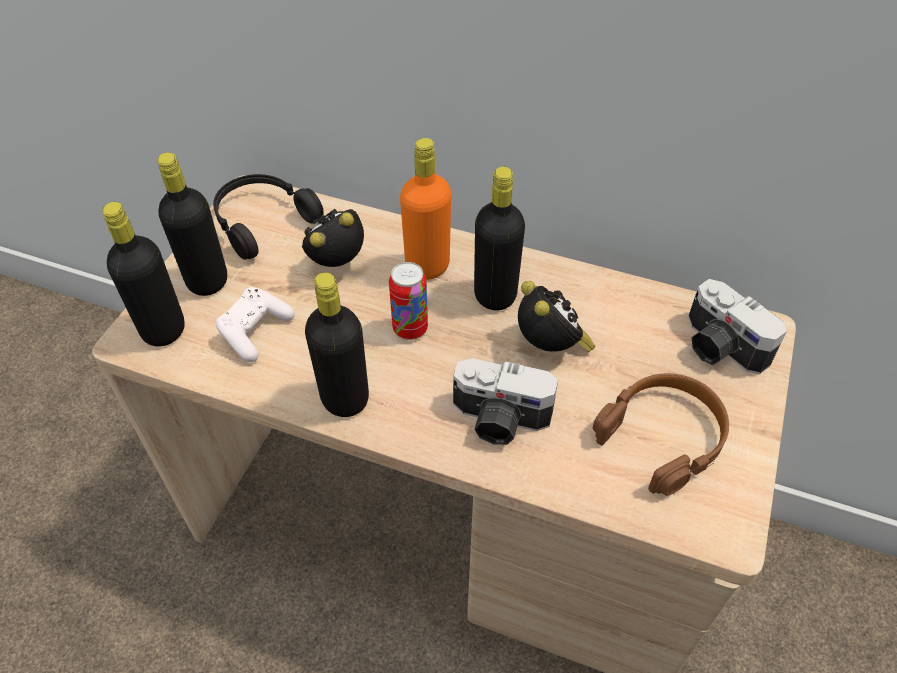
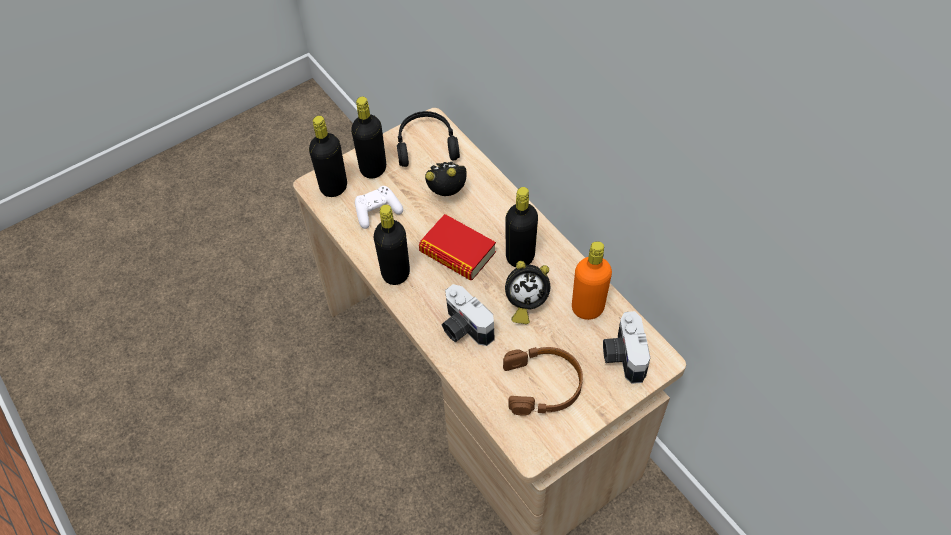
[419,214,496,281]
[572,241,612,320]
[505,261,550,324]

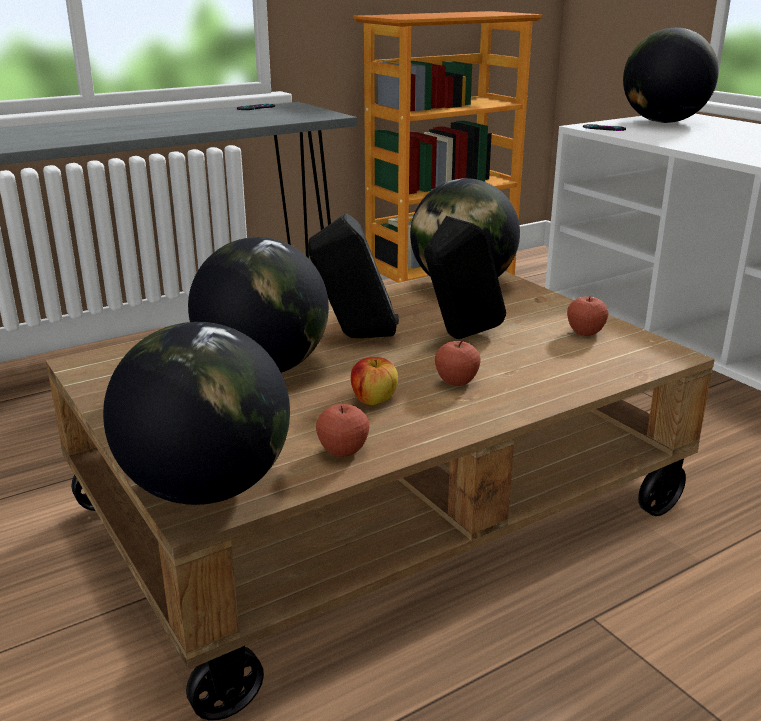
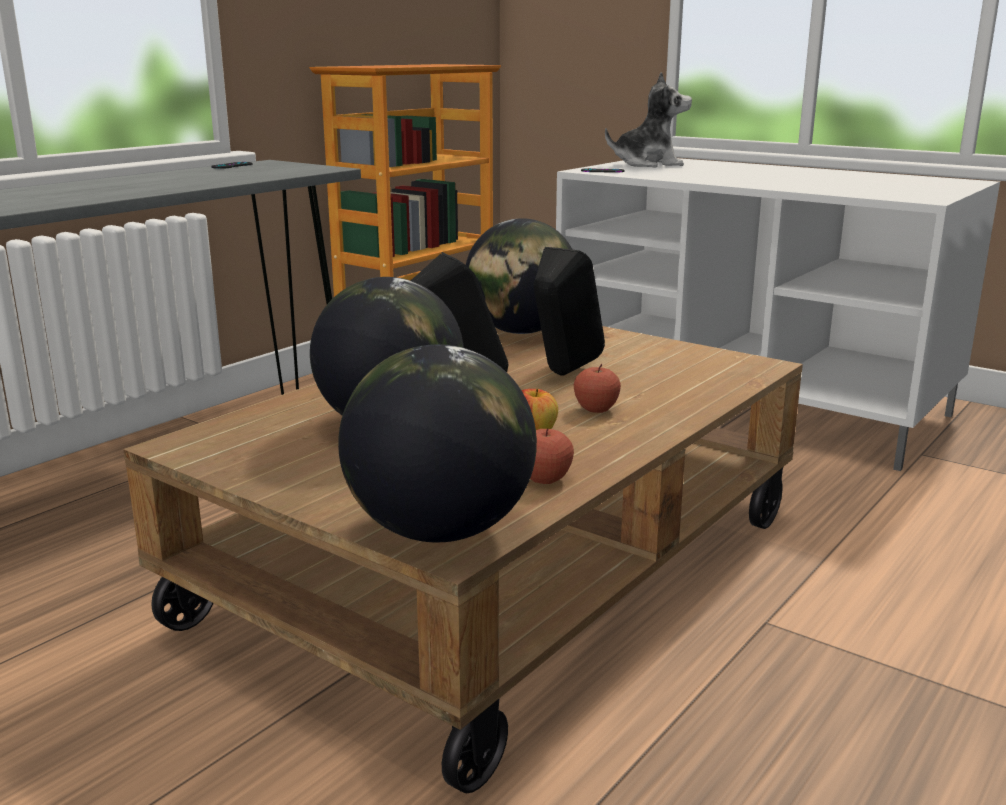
[567,296,608,336] (first image)
[605,72,692,167]

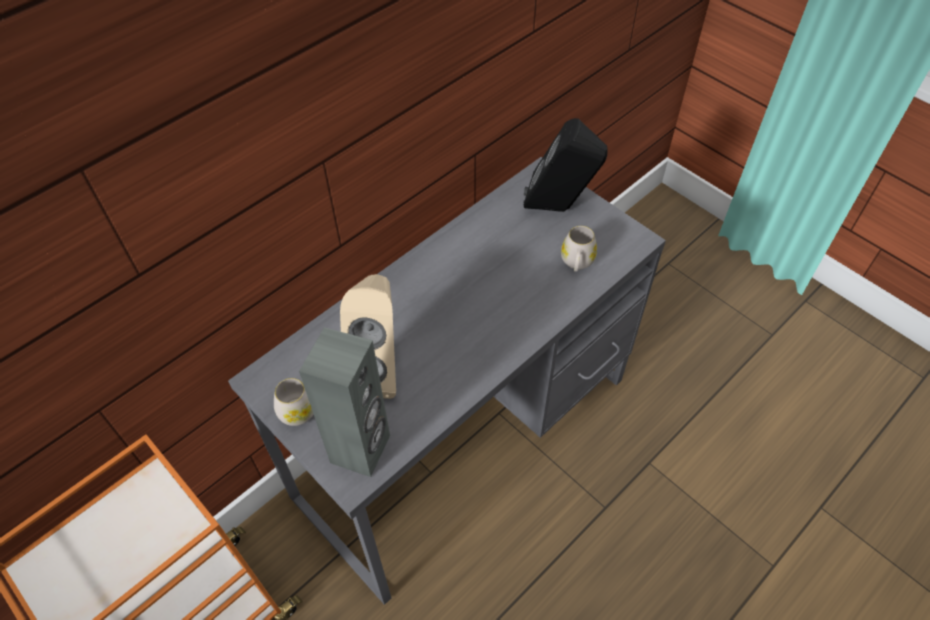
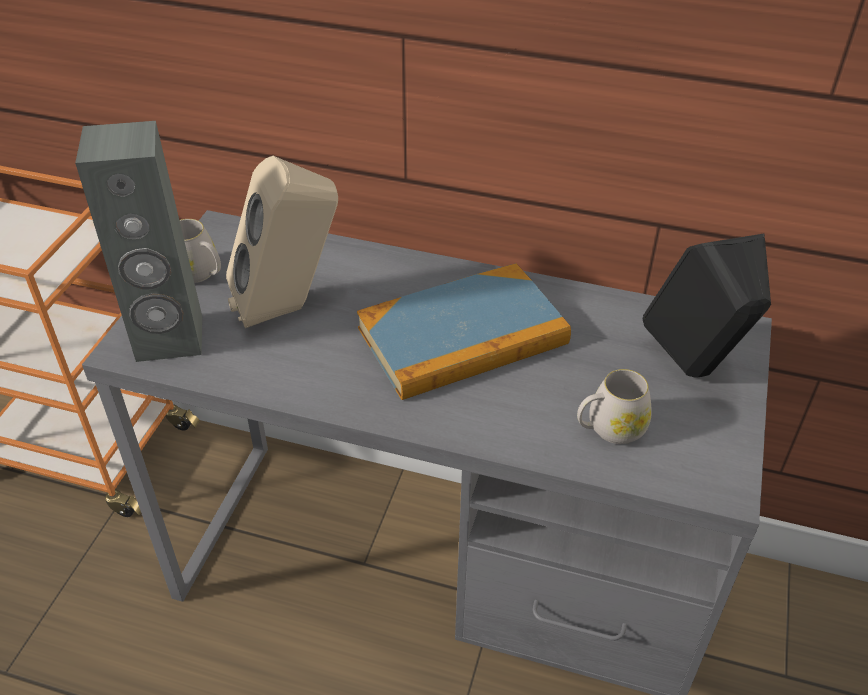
[357,263,571,400]

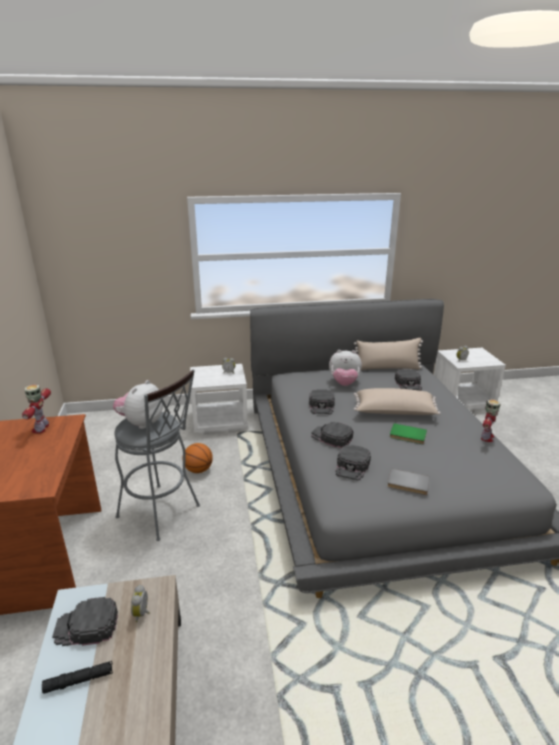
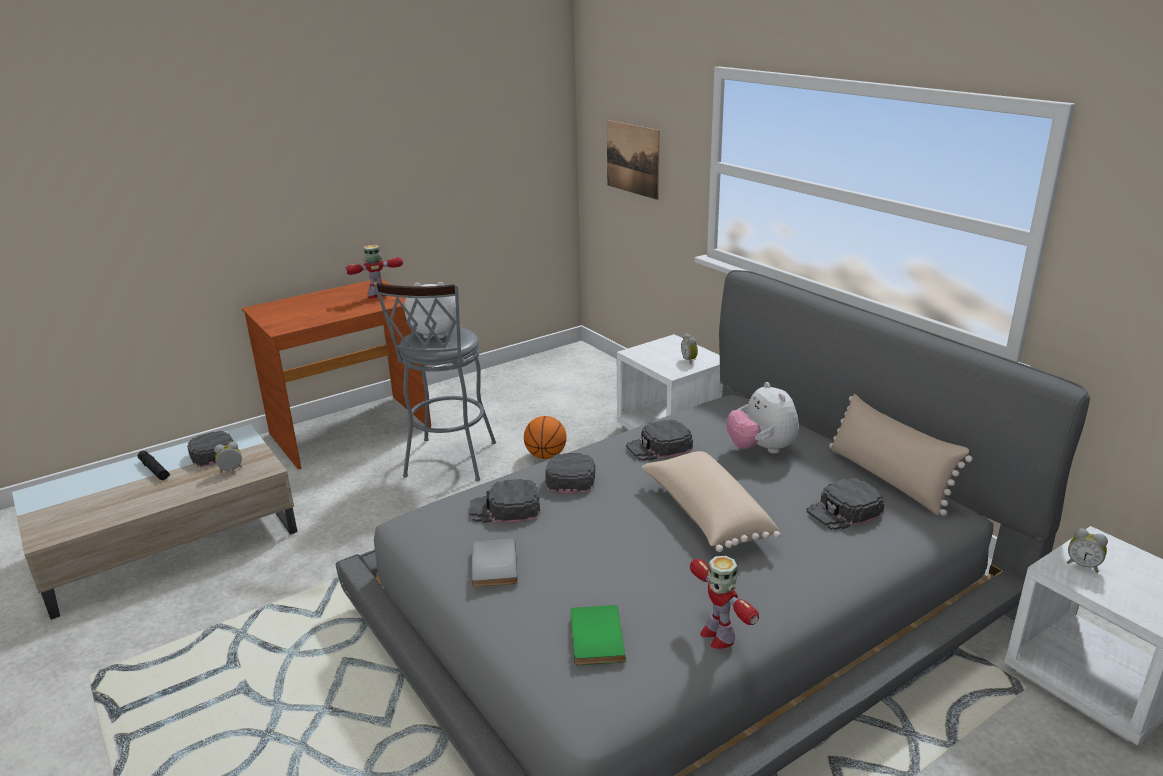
[570,605,626,666]
[690,556,759,649]
[607,120,660,200]

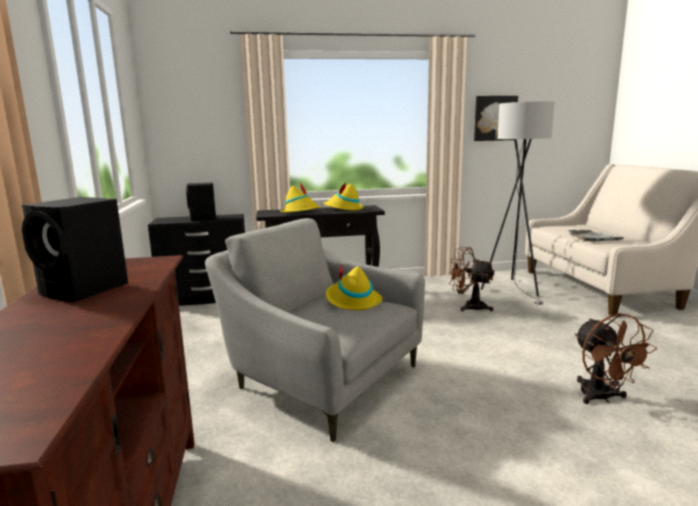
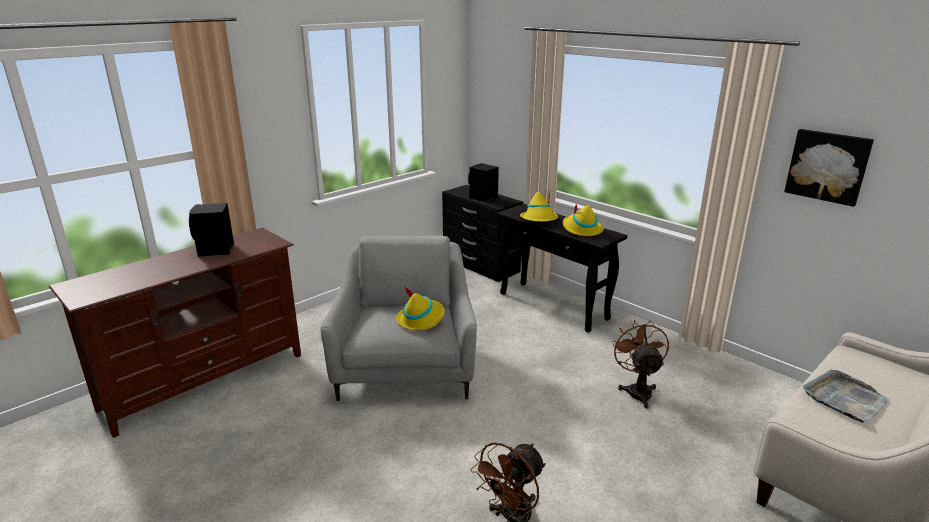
[481,101,554,305] (first image)

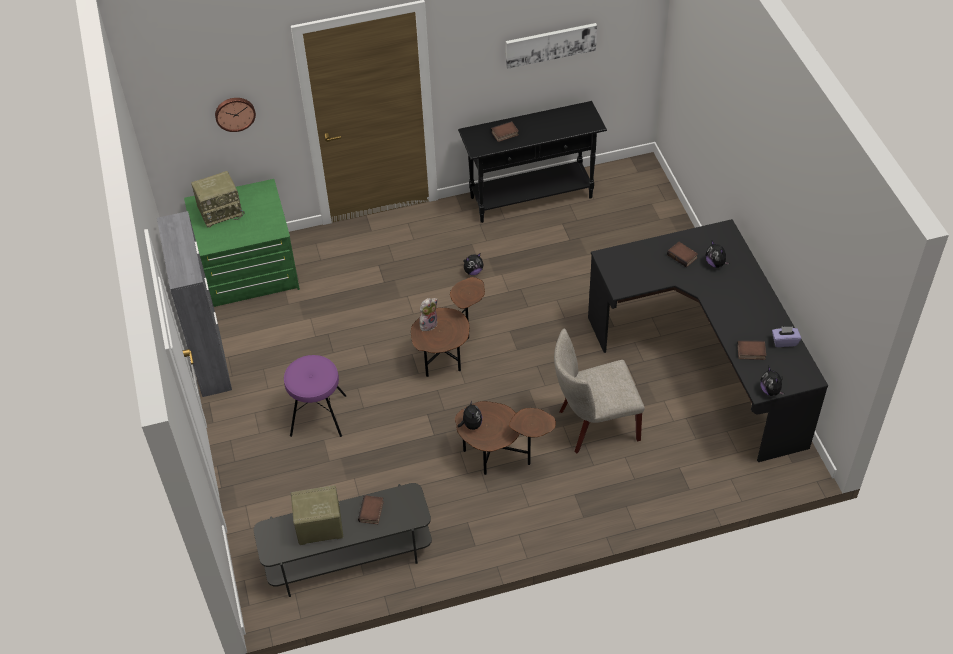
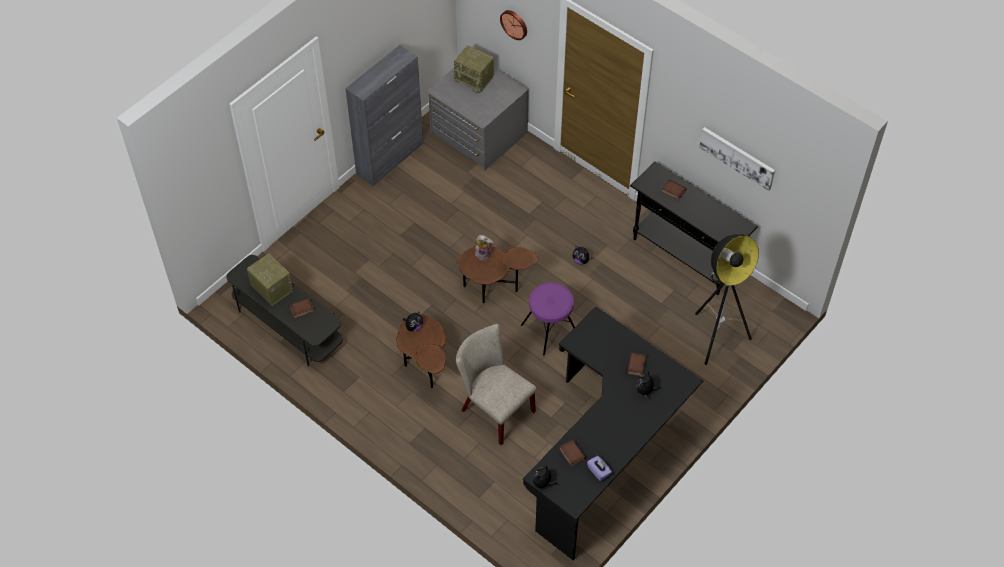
[426,67,529,171]
[521,283,575,355]
[695,234,759,365]

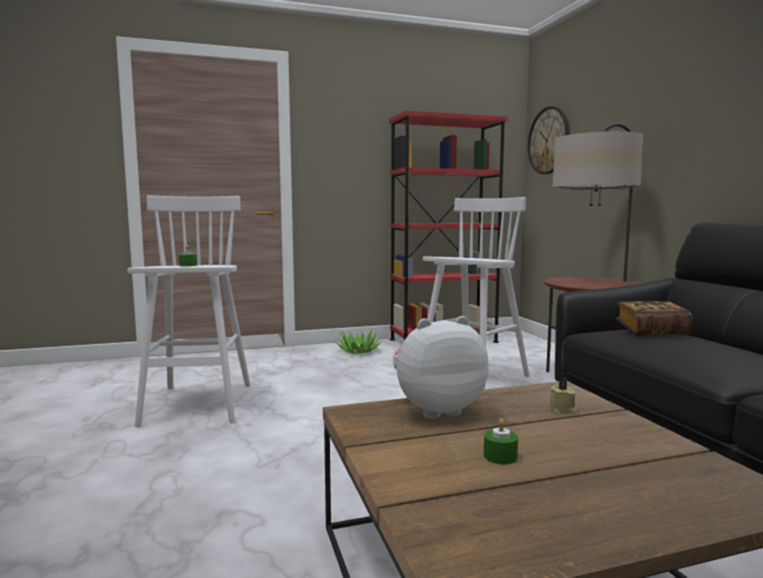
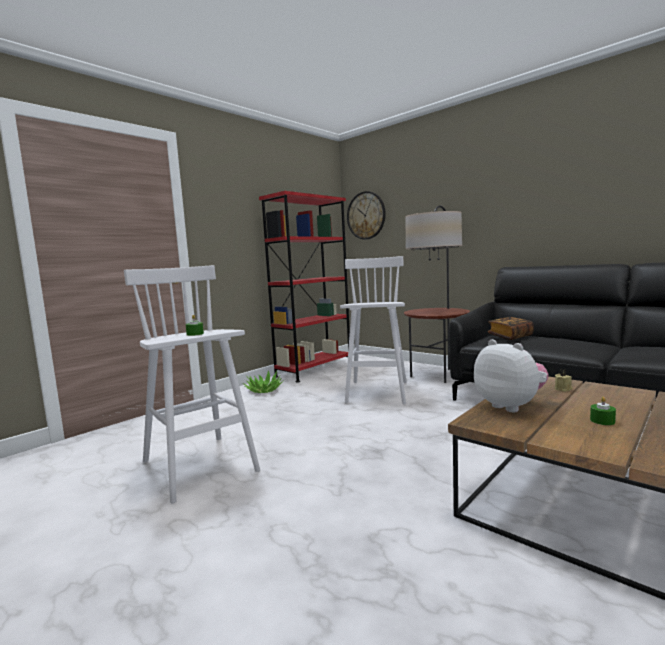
[474,339,549,412]

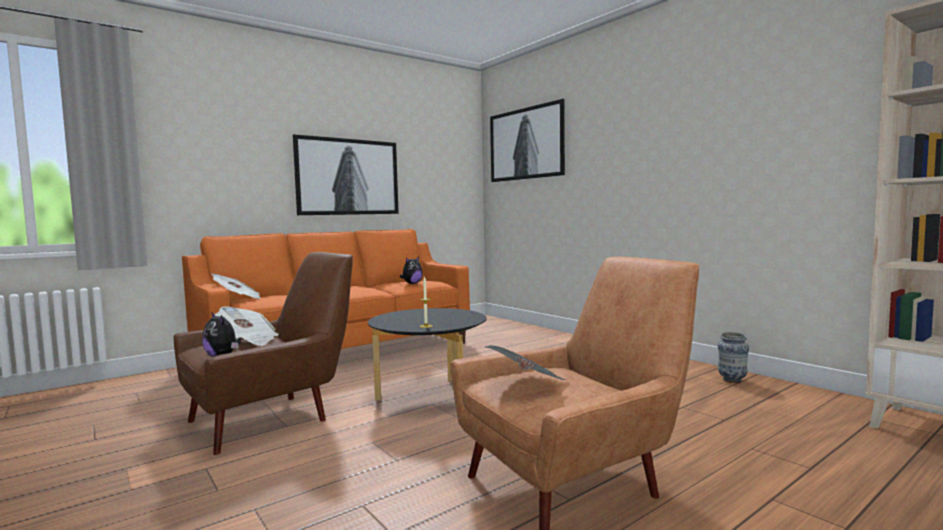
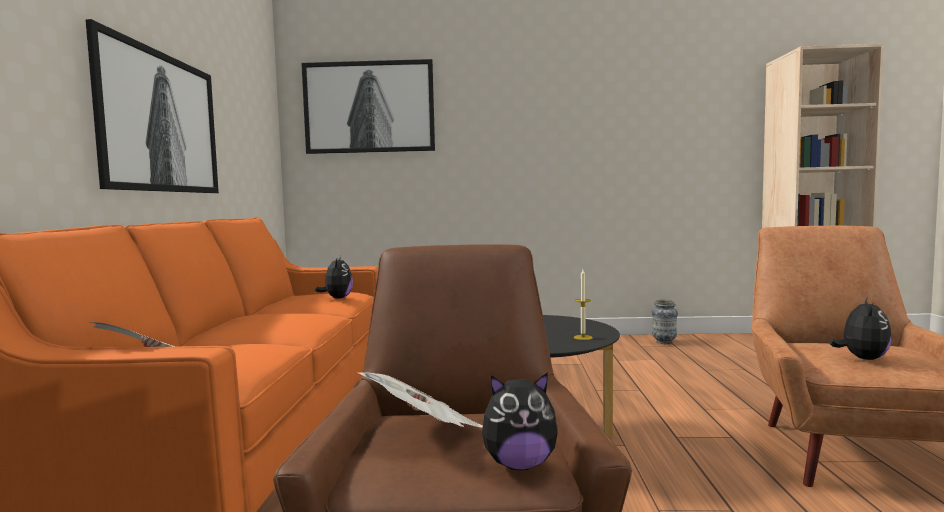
[829,297,892,360]

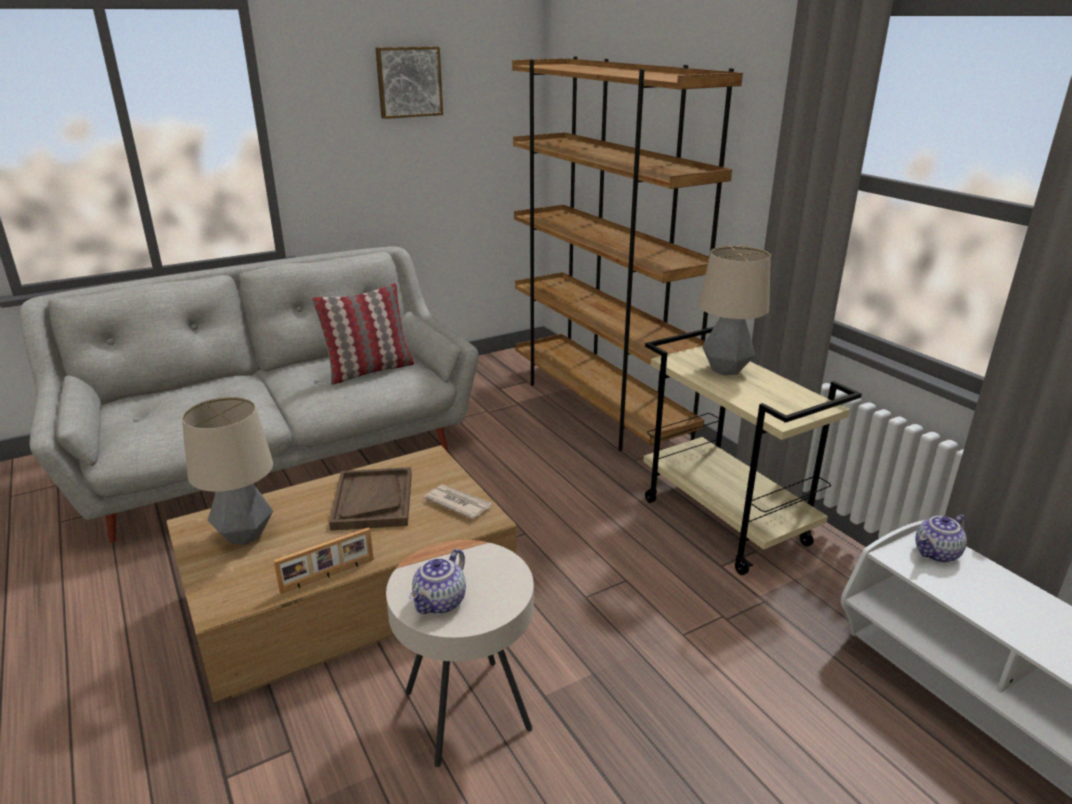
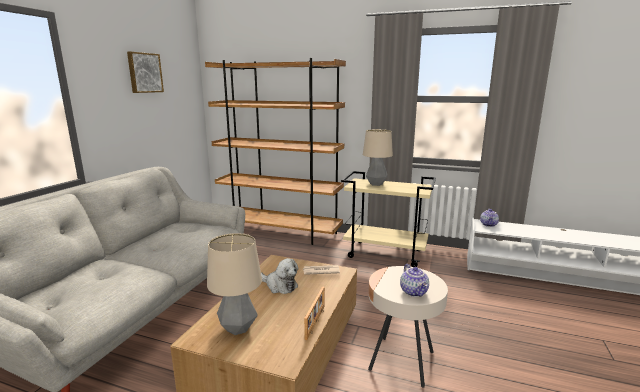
[312,283,414,385] (first image)
[261,258,298,294]

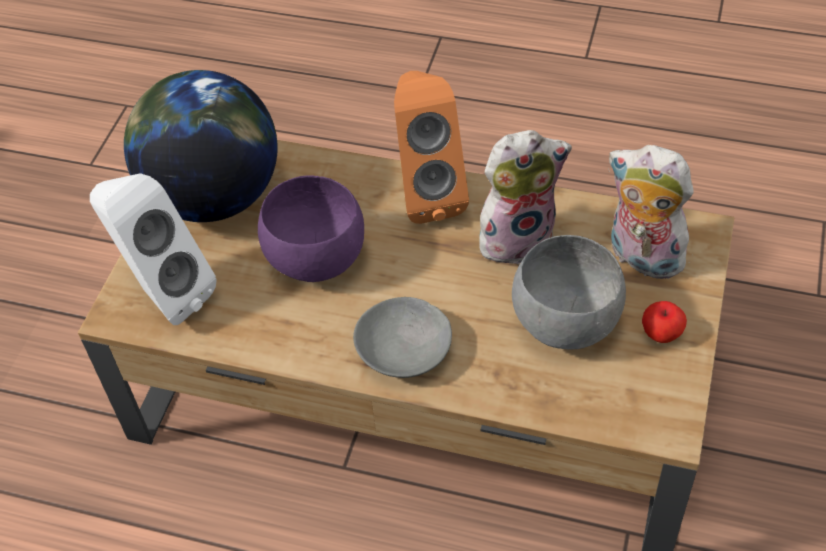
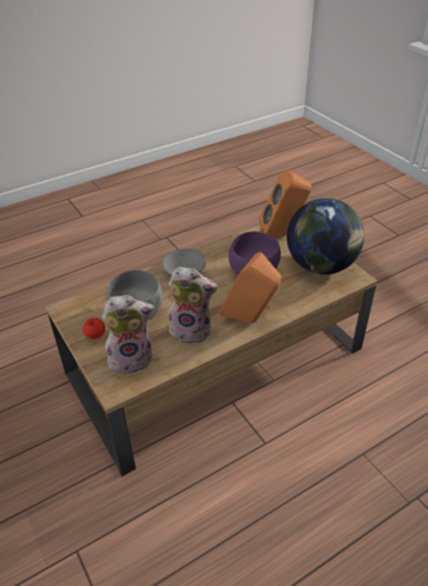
[259,170,311,237]
[168,267,217,344]

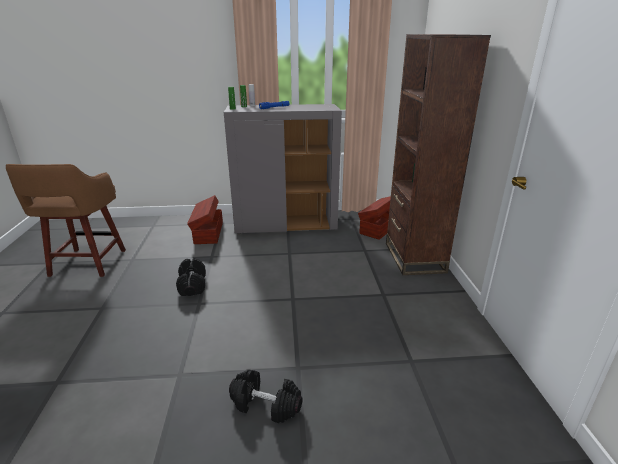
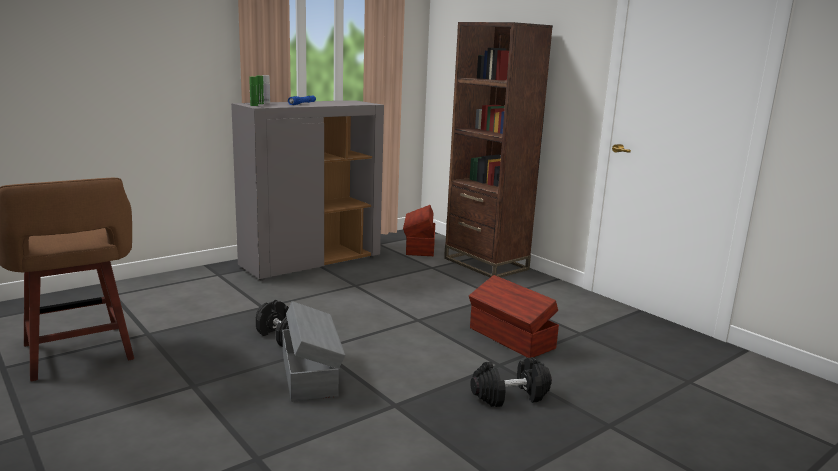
[469,275,559,358]
[282,301,345,402]

